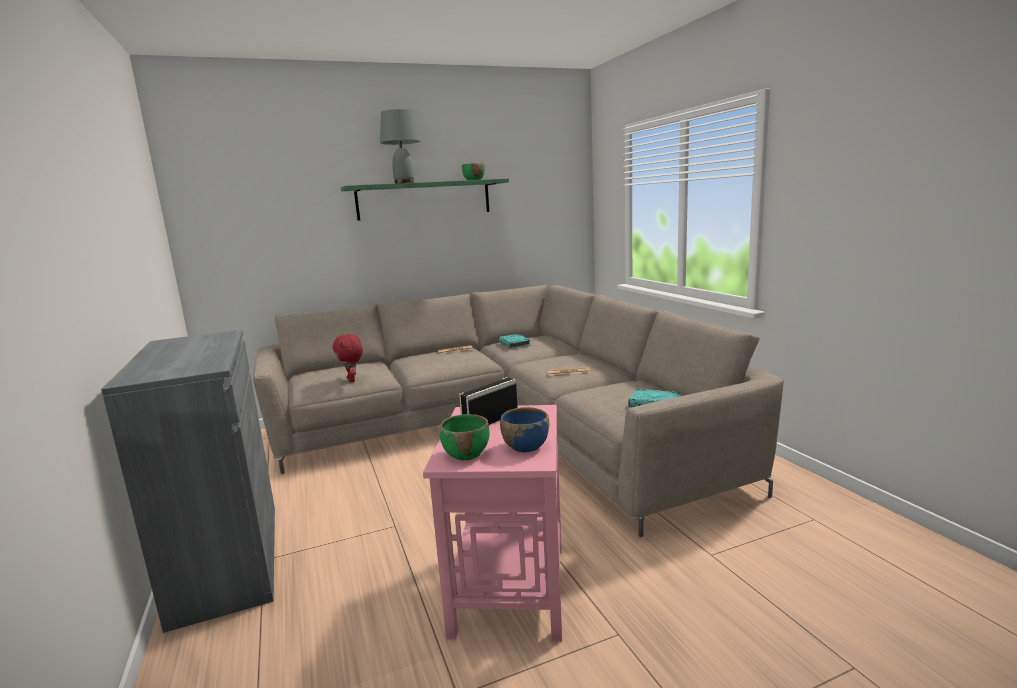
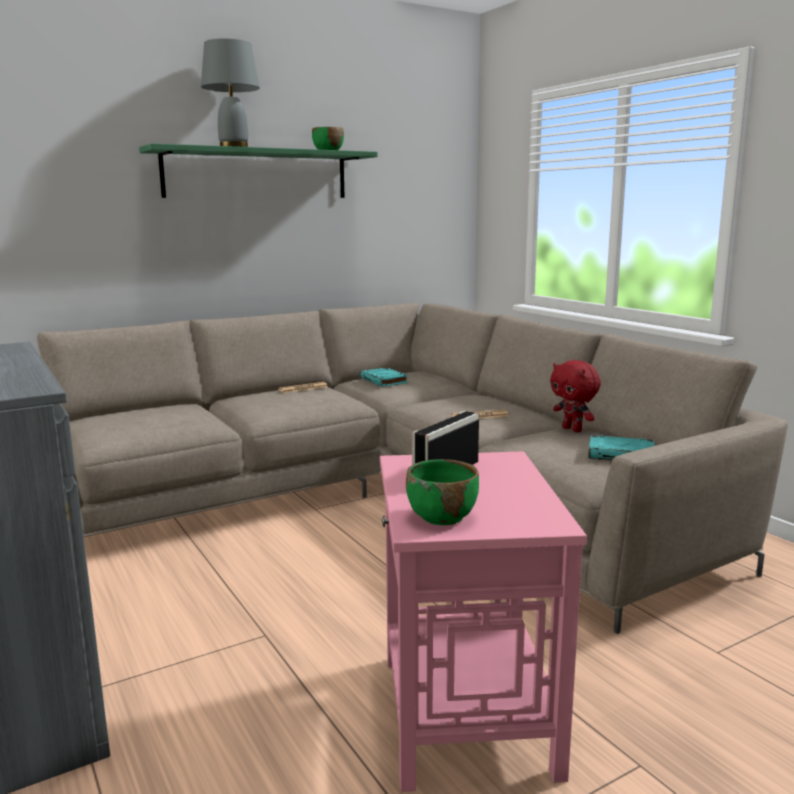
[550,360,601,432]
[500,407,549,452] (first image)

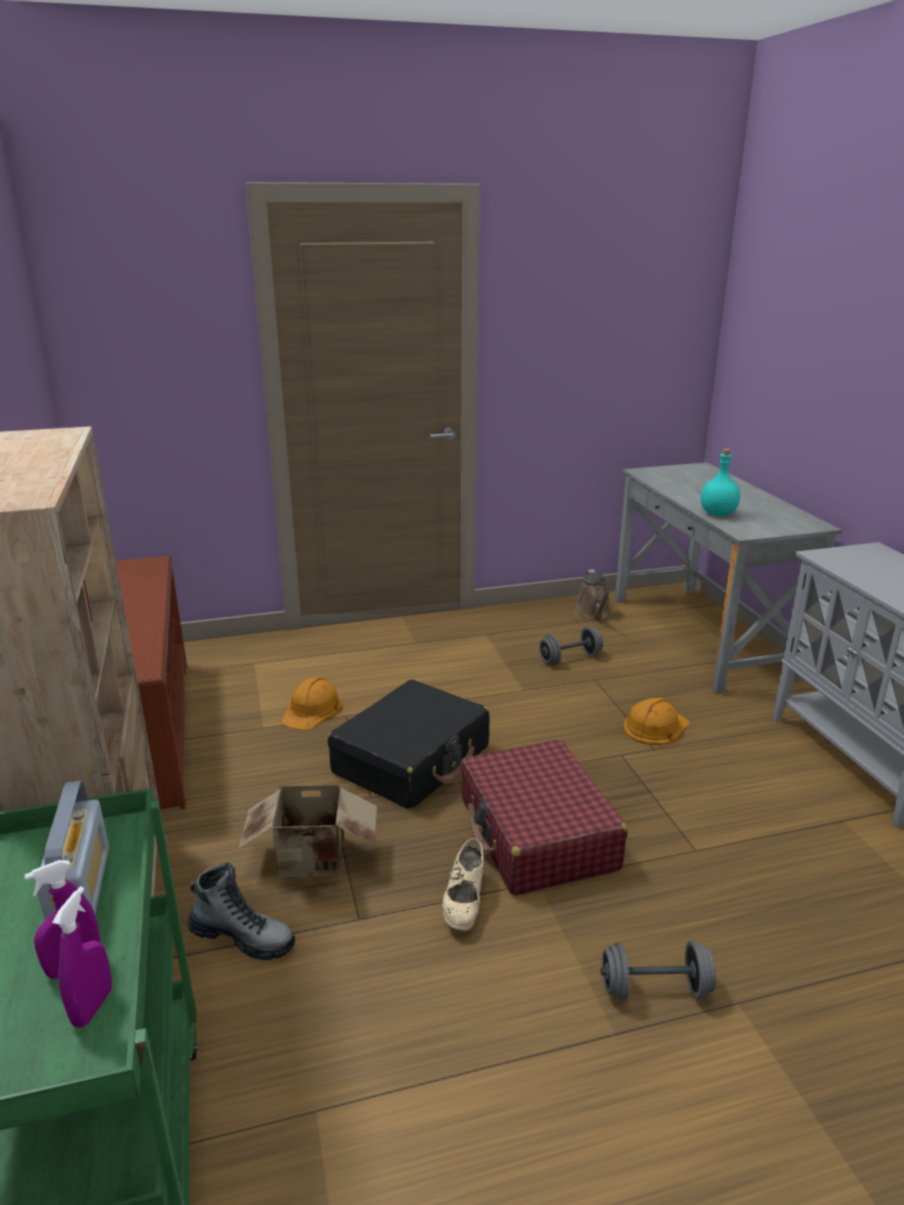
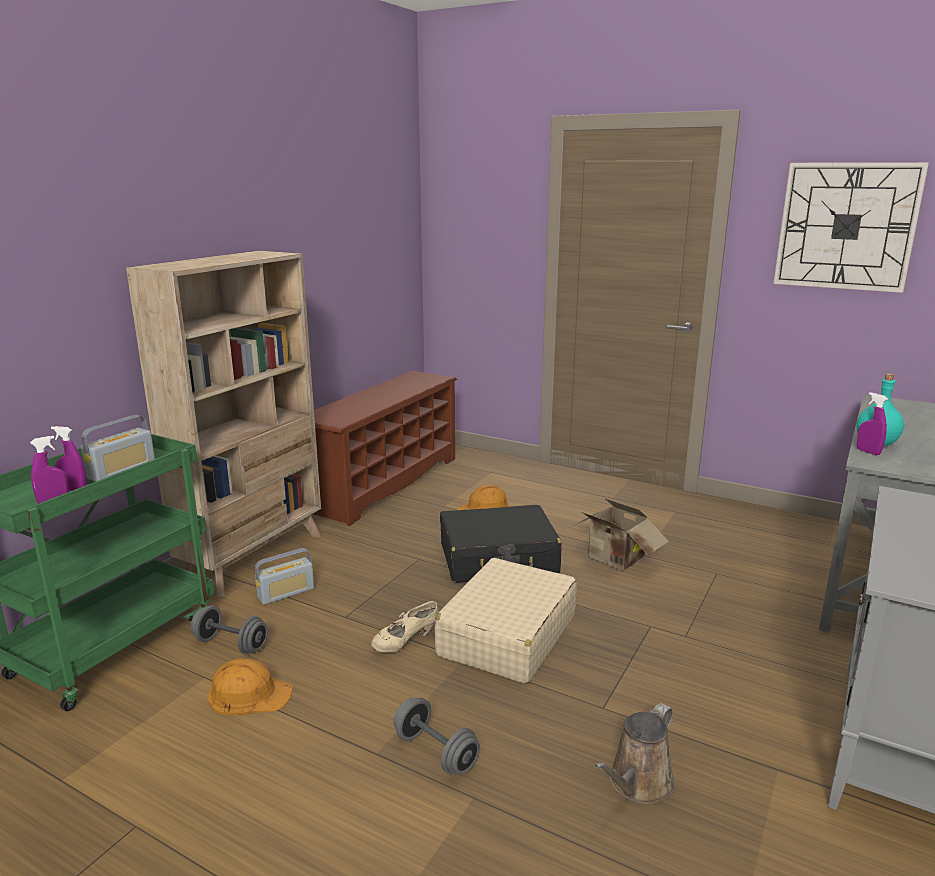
[255,548,314,605]
[571,498,669,571]
[435,558,577,684]
[191,605,268,654]
[594,703,675,804]
[208,658,293,715]
[773,162,929,293]
[857,392,888,455]

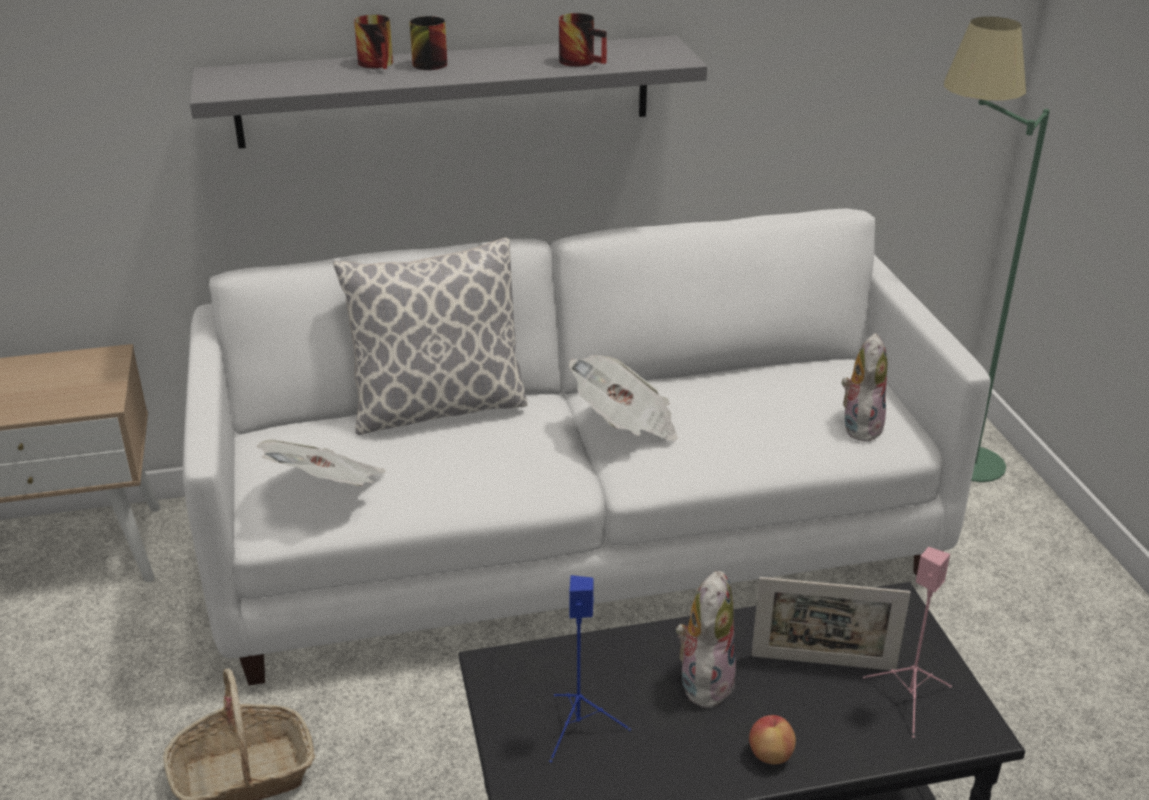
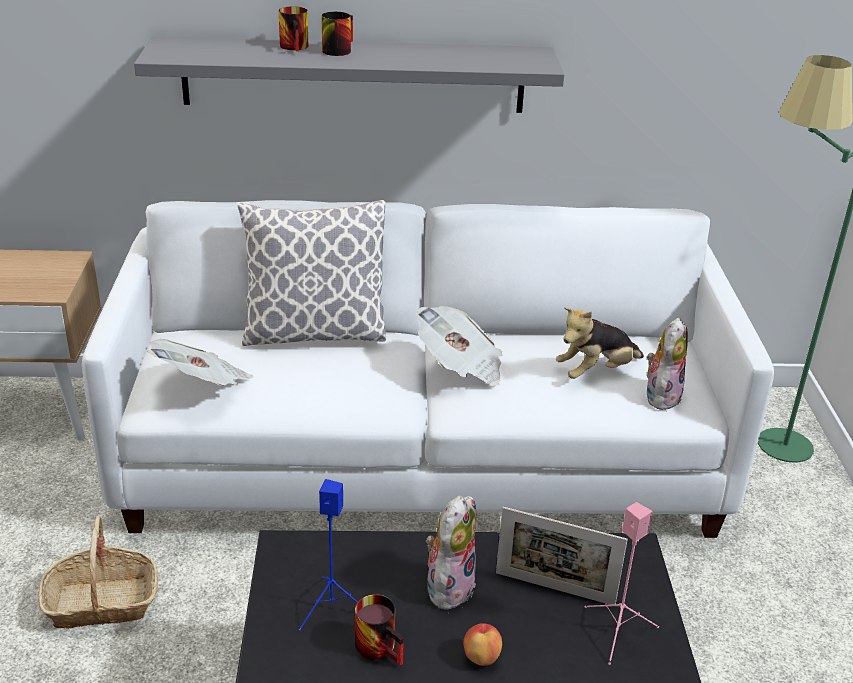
[355,594,404,666]
[556,307,644,379]

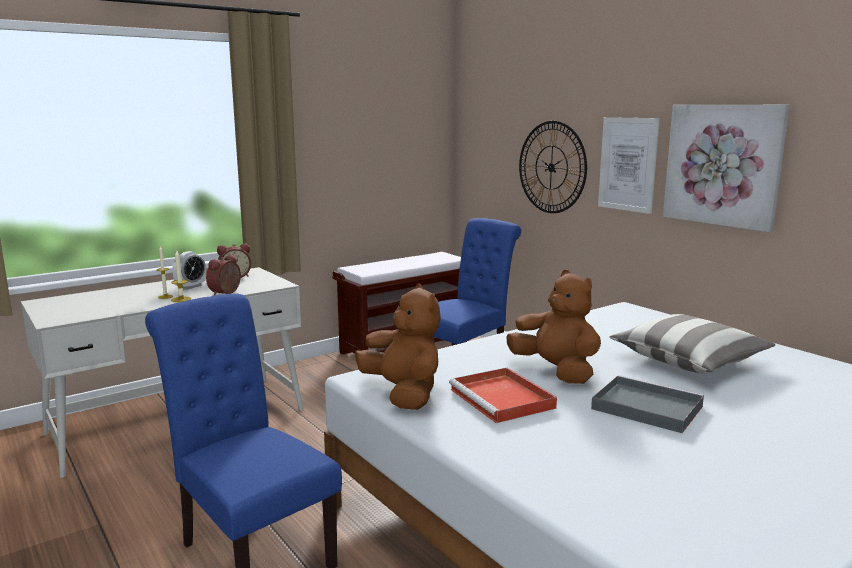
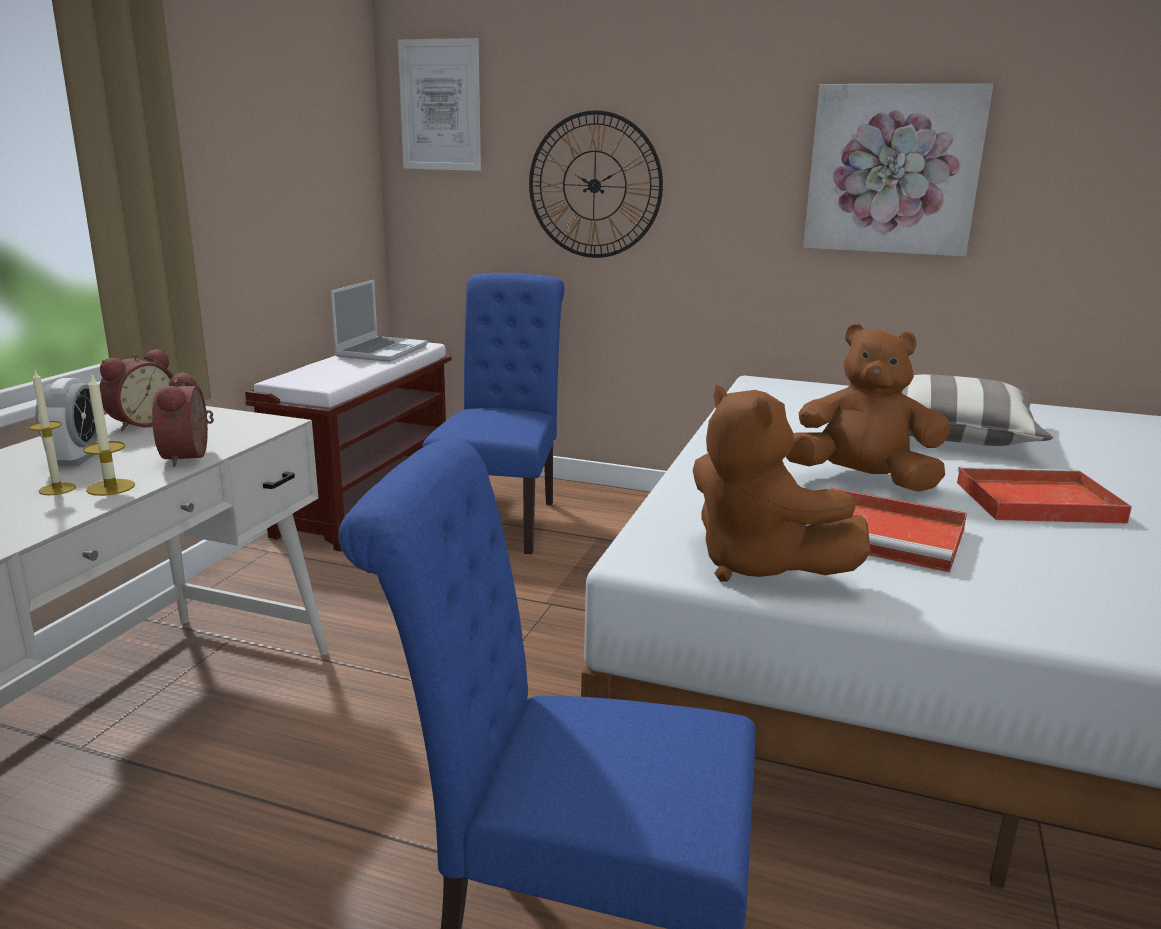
[693,385,871,582]
[956,467,1132,523]
[398,38,481,171]
[331,280,428,362]

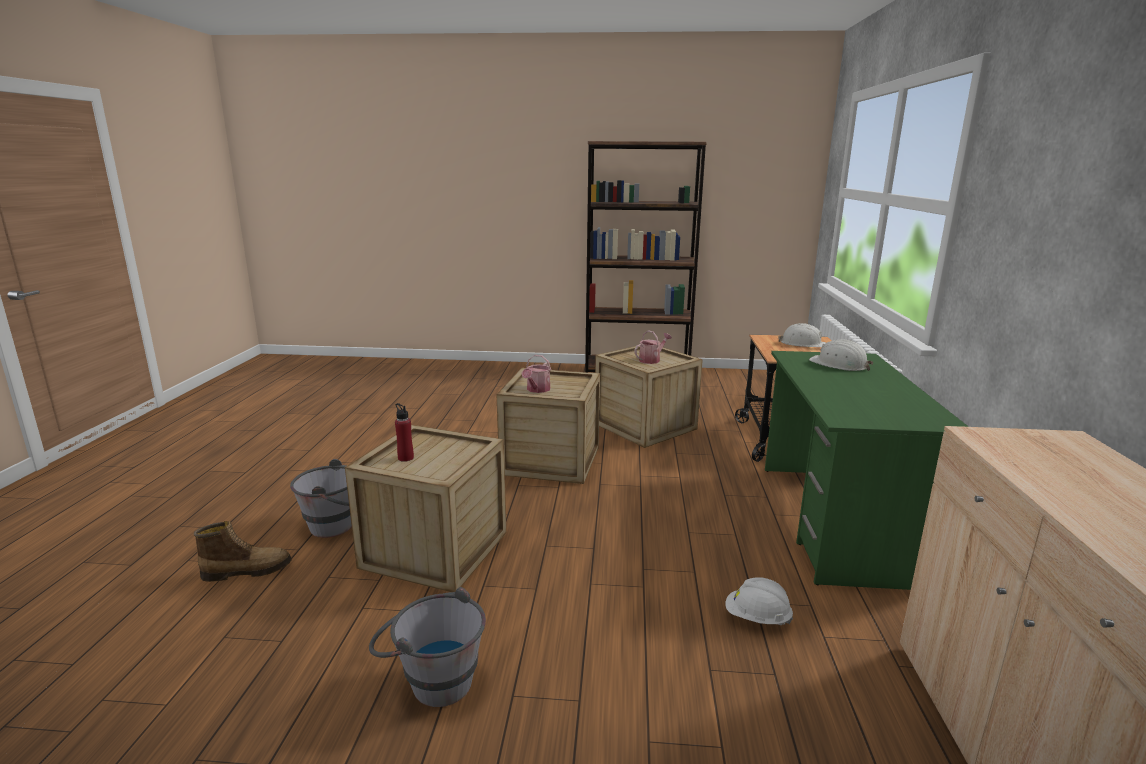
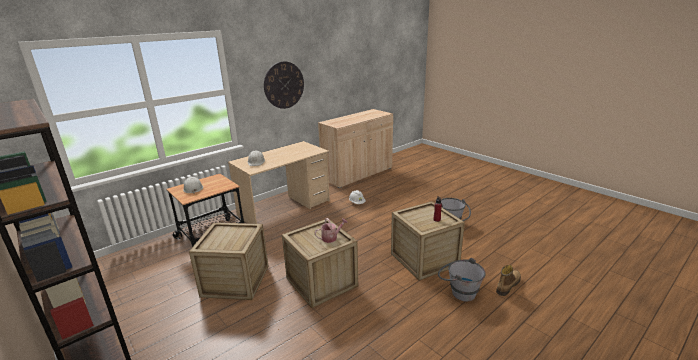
[496,265,521,296]
[634,330,672,364] (first image)
[228,141,330,224]
[264,61,304,109]

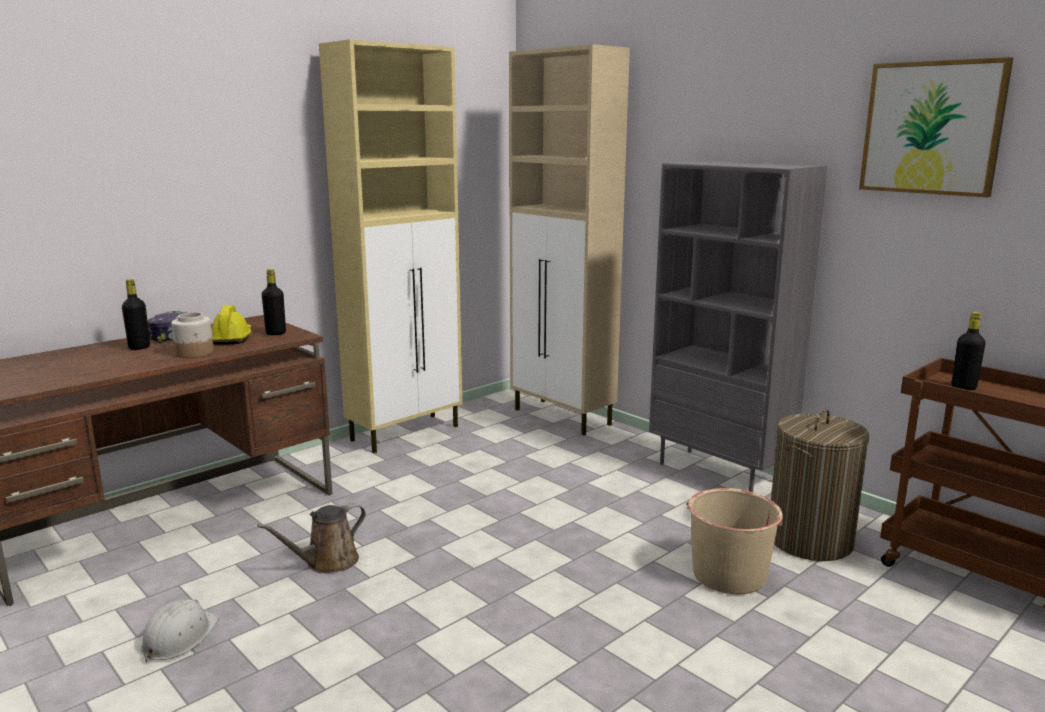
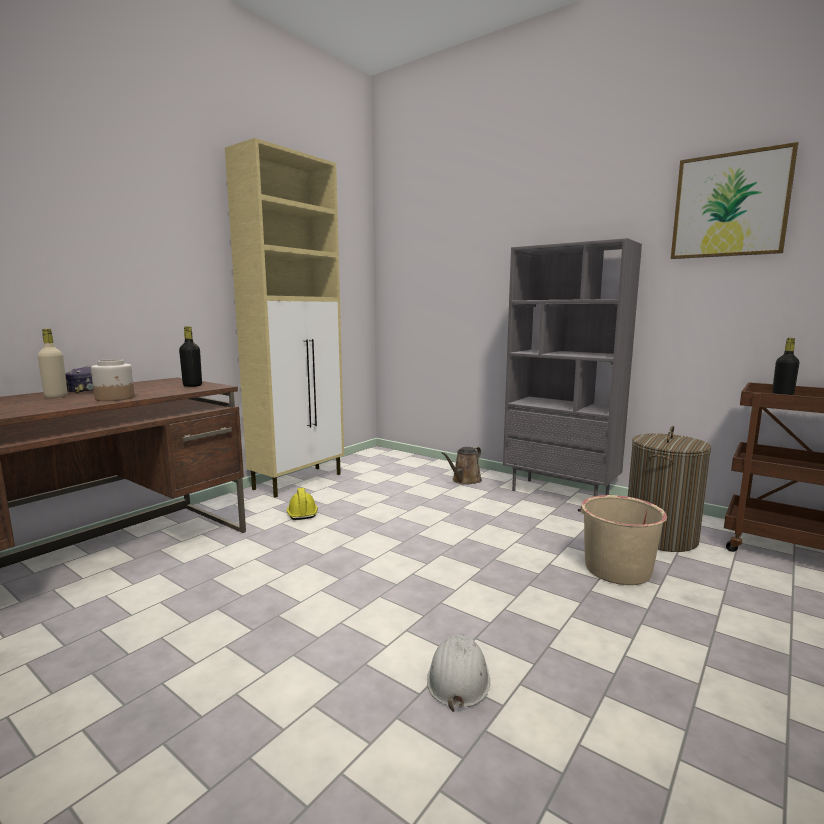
[37,329,67,398]
[427,634,490,712]
[287,488,318,520]
[442,446,482,485]
[509,44,630,435] (first image)

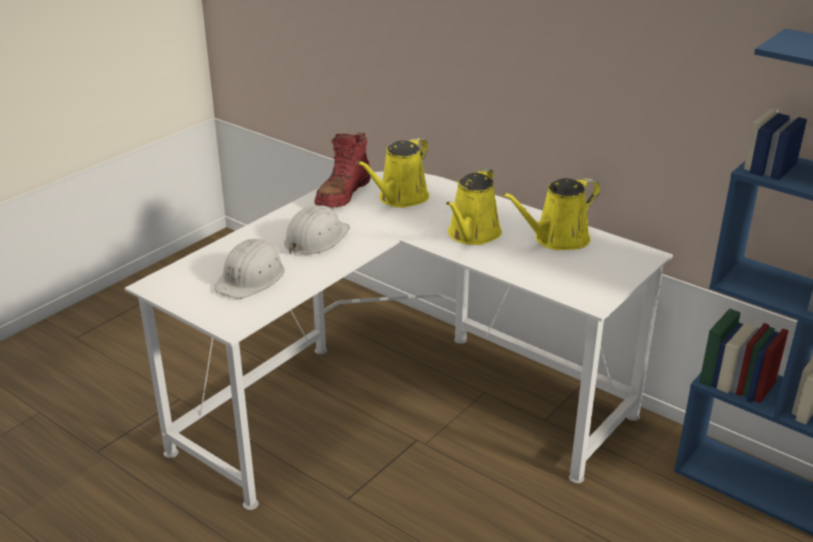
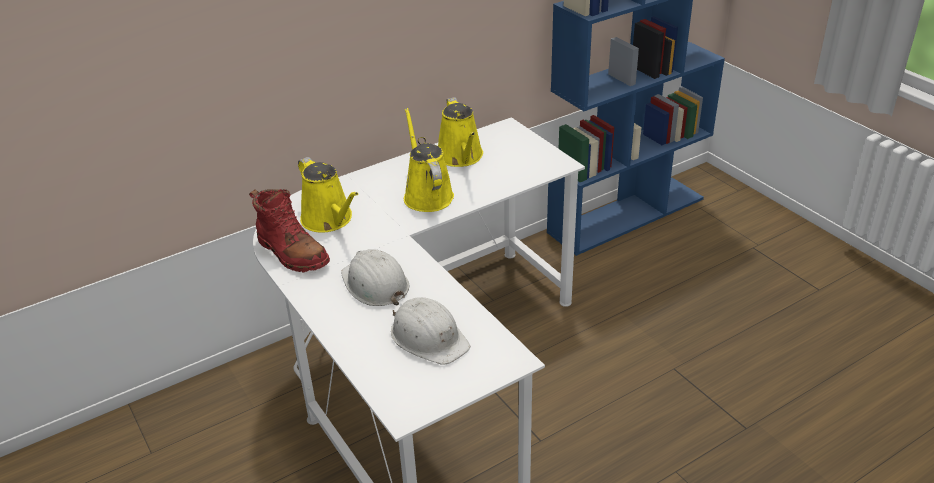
[404,108,454,212]

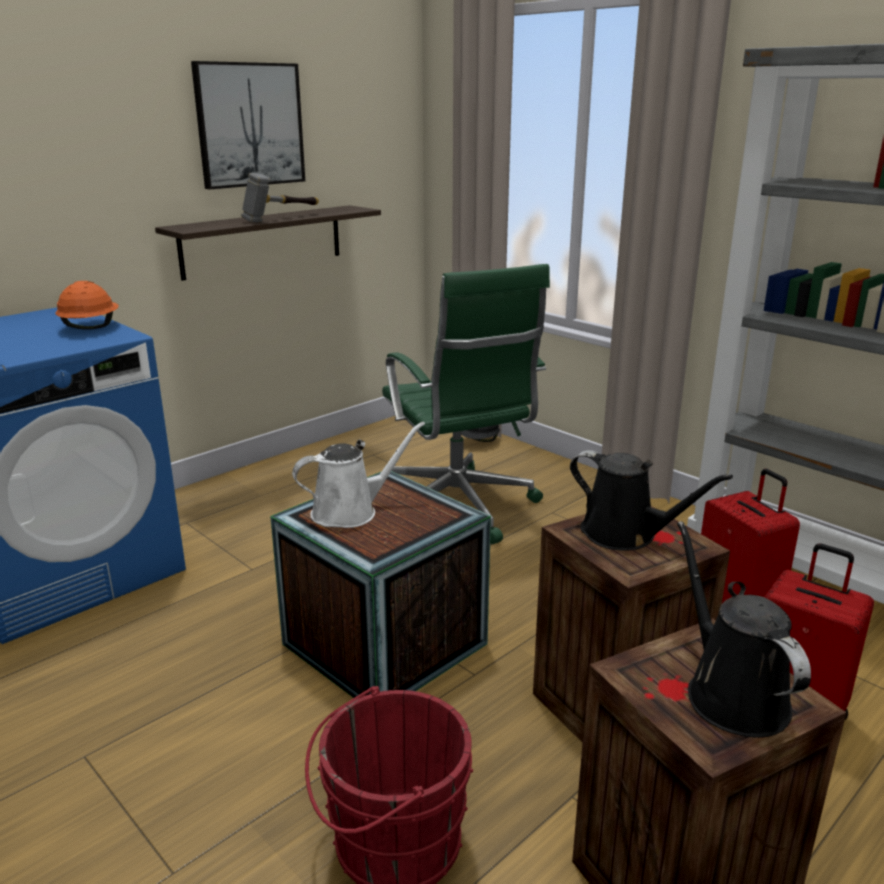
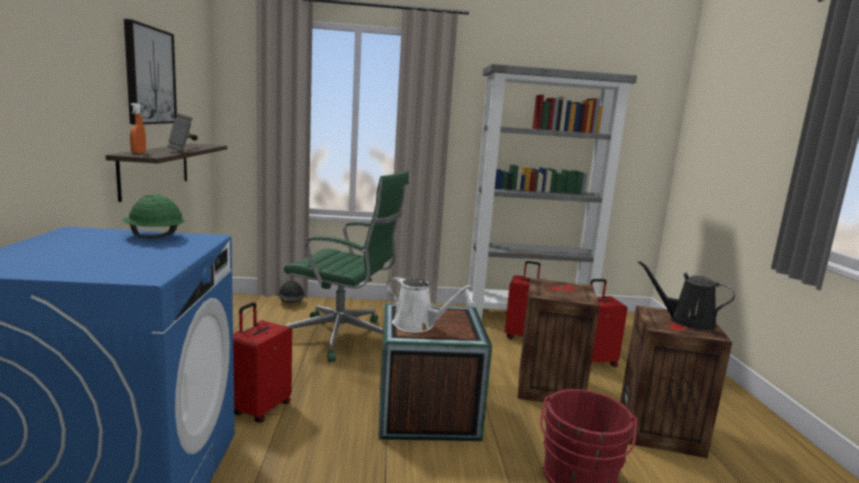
[122,194,185,239]
[386,277,472,333]
[570,450,733,551] (first image)
[130,103,146,153]
[233,302,292,423]

